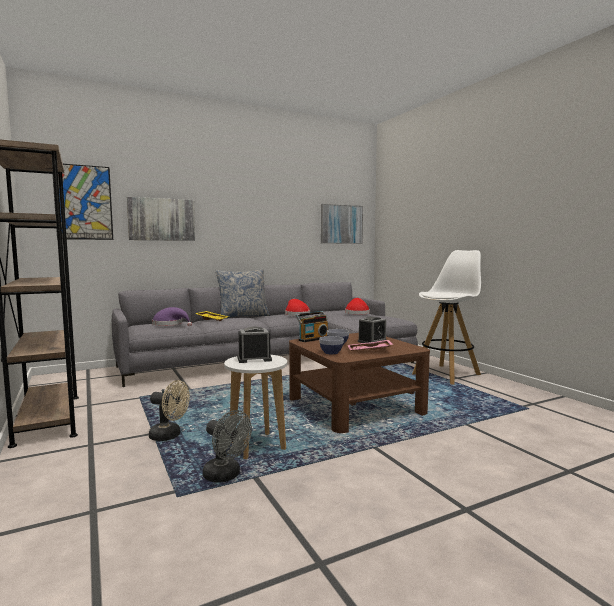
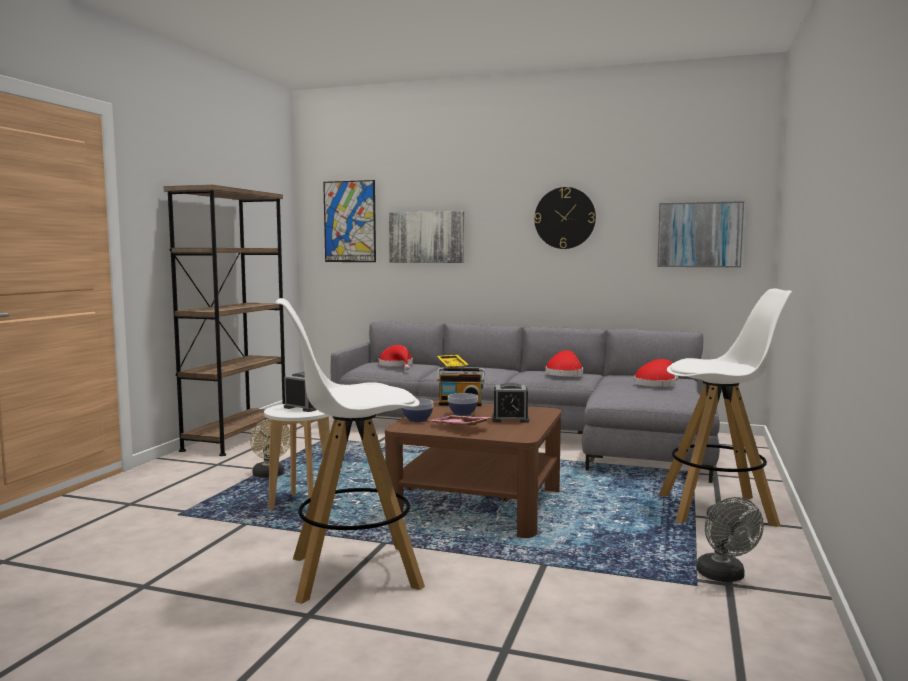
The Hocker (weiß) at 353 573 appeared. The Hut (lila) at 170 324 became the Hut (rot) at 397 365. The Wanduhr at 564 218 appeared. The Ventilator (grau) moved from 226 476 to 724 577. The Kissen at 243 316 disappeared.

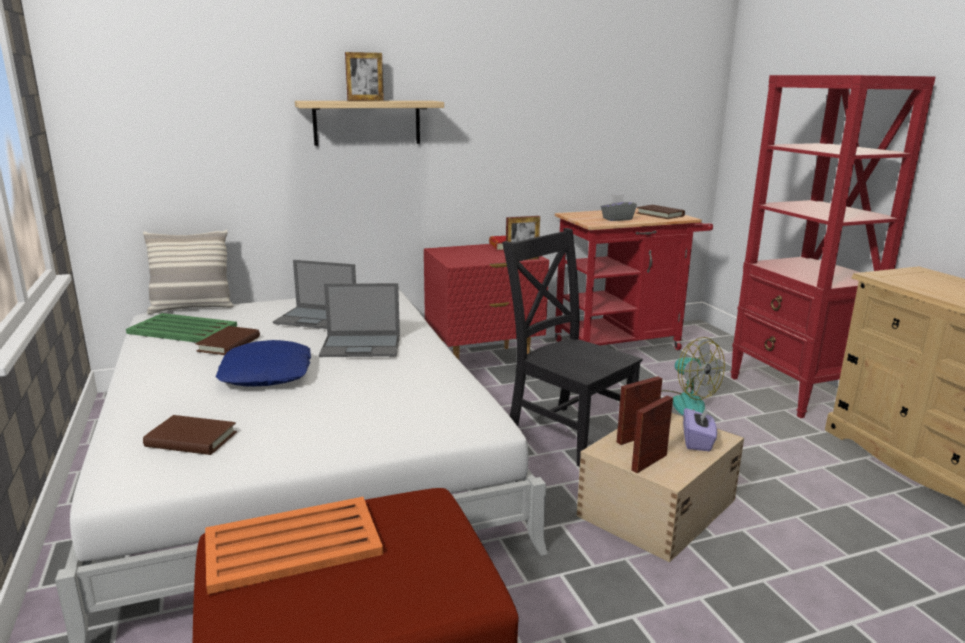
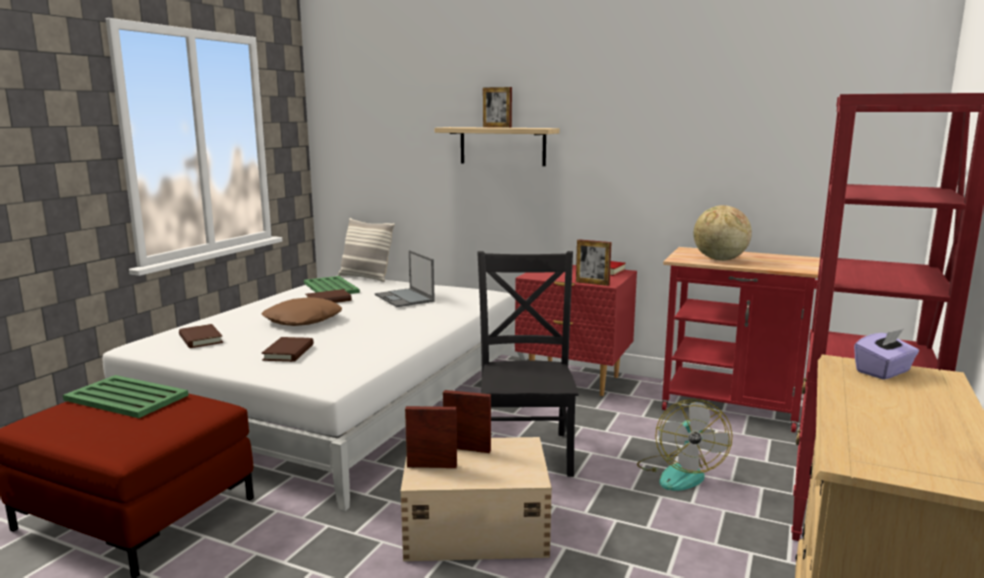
The Tablett (orange) at 291 544 became the Tablett (grün) at 126 397. The Buch (braun) moved from 660 214 to 288 352. The Kissen (blau) at 267 374 became the Kissen (braun) at 303 320. The Taschentuchbox (grau) at 617 219 was replaced by the Globus at 719 260. The Taschentuchbox (lila) moved from 697 442 to 883 372. The Laptop at 362 346 disappeared.

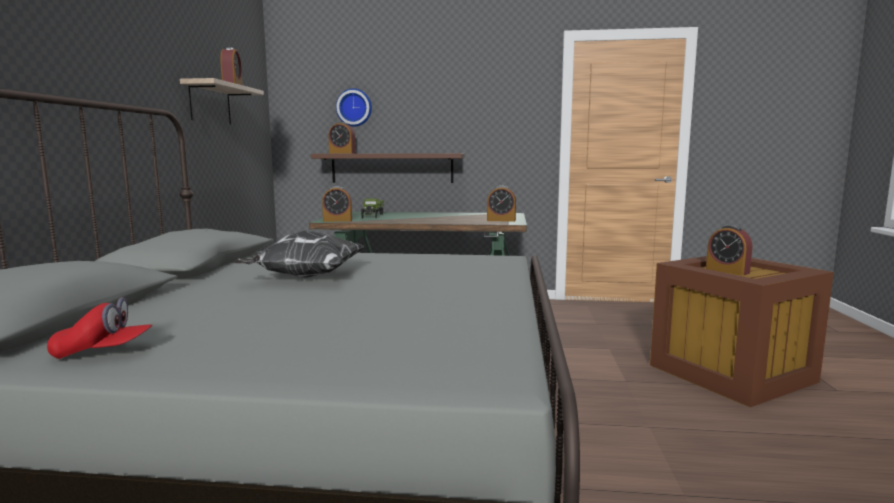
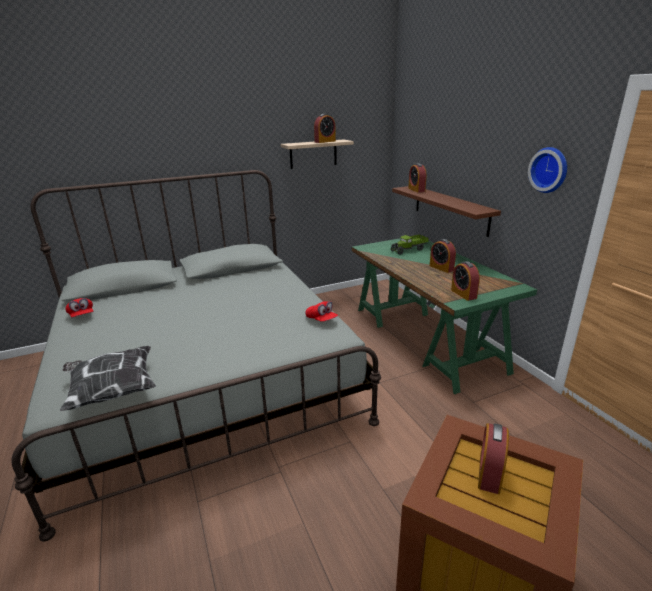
The Kissen moved from 305 277 to 112 391. The Kappe (rot) at 321 320 appeared. The Wecker moved from 337 220 to 441 268. The Wanduhr moved from 354 107 to 550 170.

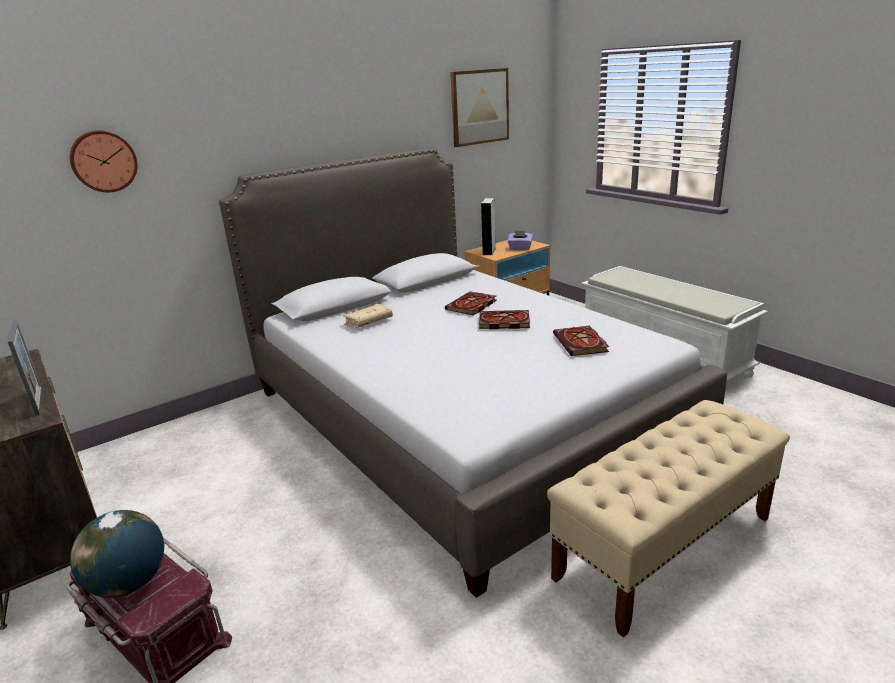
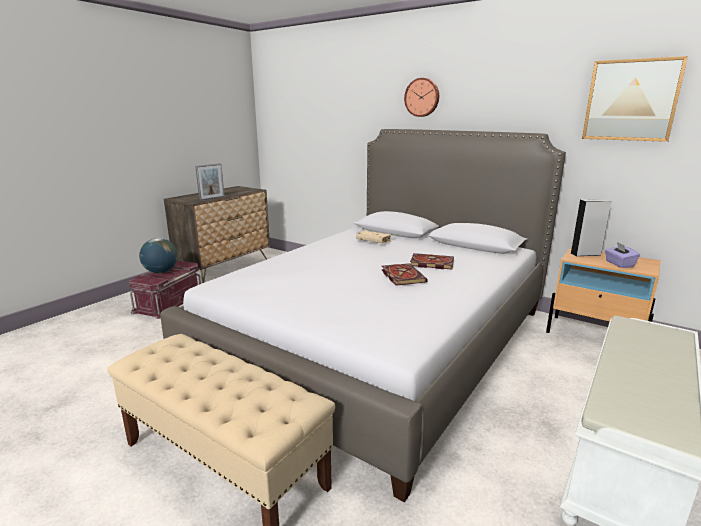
The Wanduhr moved from 103 161 to 422 97. The Buch at 582 344 disappeared.

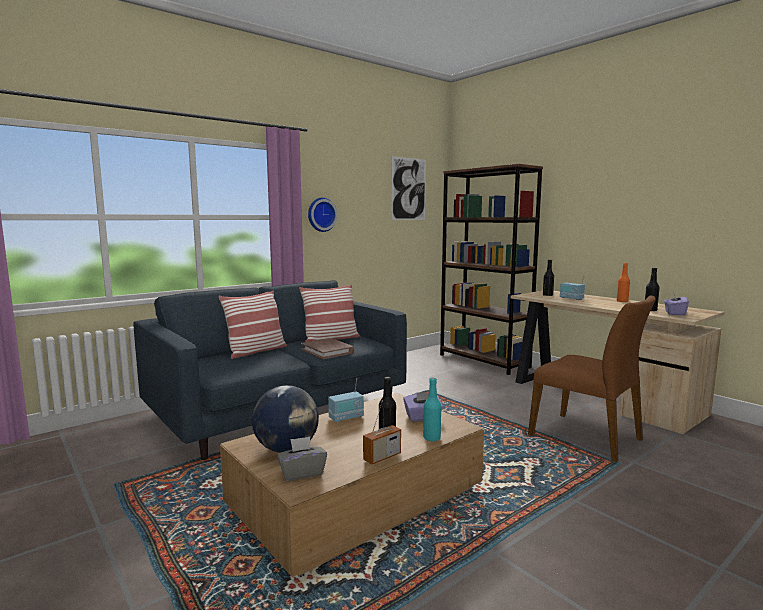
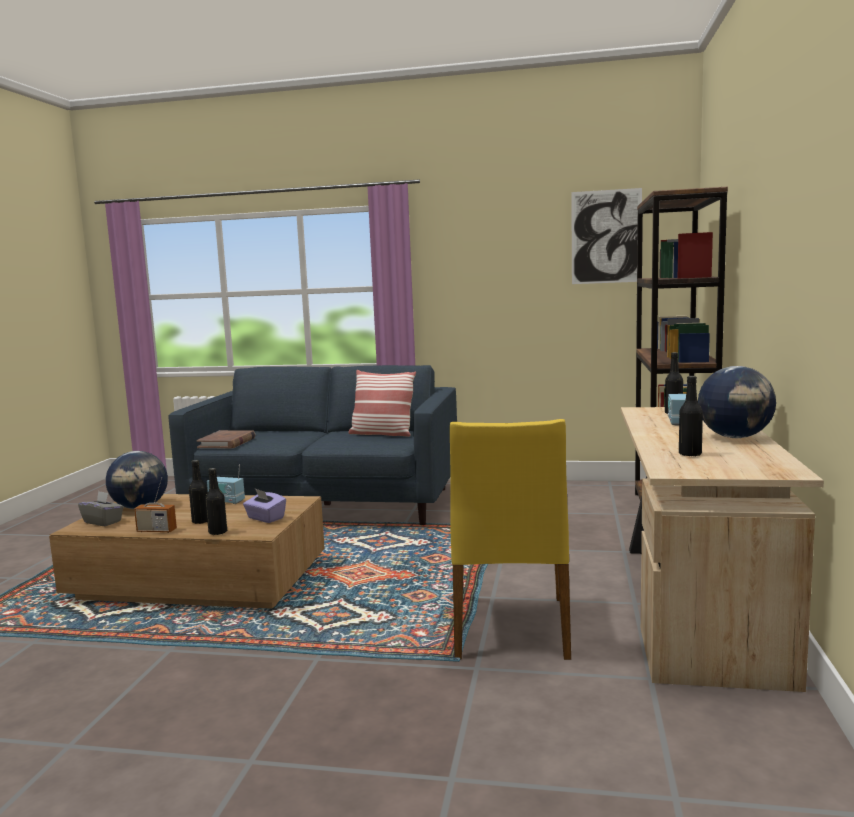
The Buch (braun) moved from 327 351 to 227 442. The Flasche (türkis) at 431 438 became the Flasche (schwarz) at 218 532. The Stuhl (braun) at 587 437 became the Stuhl (gelb) at 510 627. The Flasche (orange) at 622 301 was replaced by the Globus at 735 437. The Kissen at 256 351 disappeared. The Wanduhr at 321 214 disappeared. The Taschentuchbox (lila) at 674 313 disappeared.

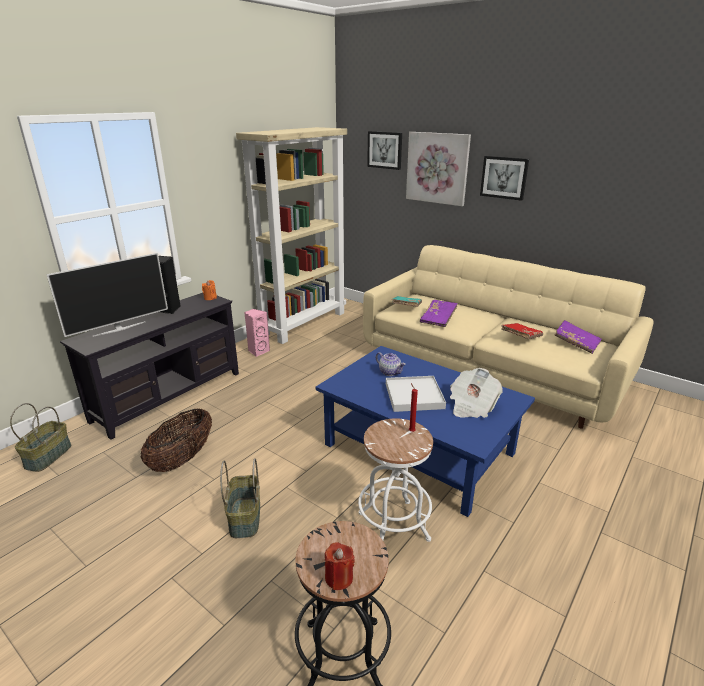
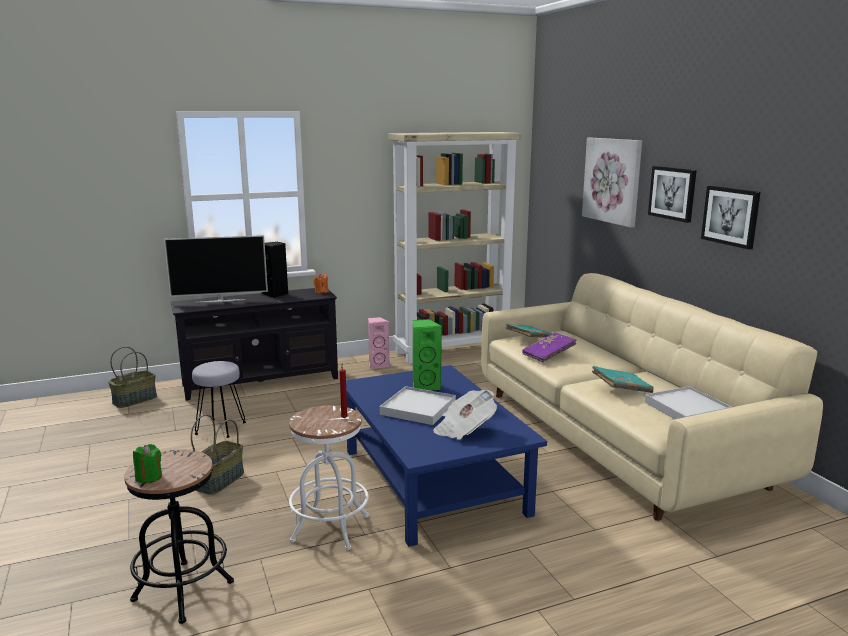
The Kerze (rot) at 339 578 became the Kerze (grün) at 149 477. The Korb at 182 459 was replaced by the Hocker (grau) at 221 428. The Teekanne at 390 372 was replaced by the Lautsprecher (grün) at 425 386. The Buch (rot) at 520 337 became the Buch (türkis) at 621 389. The Buch (lila) at 576 343 was replaced by the Tablett (weiß) at 686 408. The Bild moved from 385 150 to 731 216.

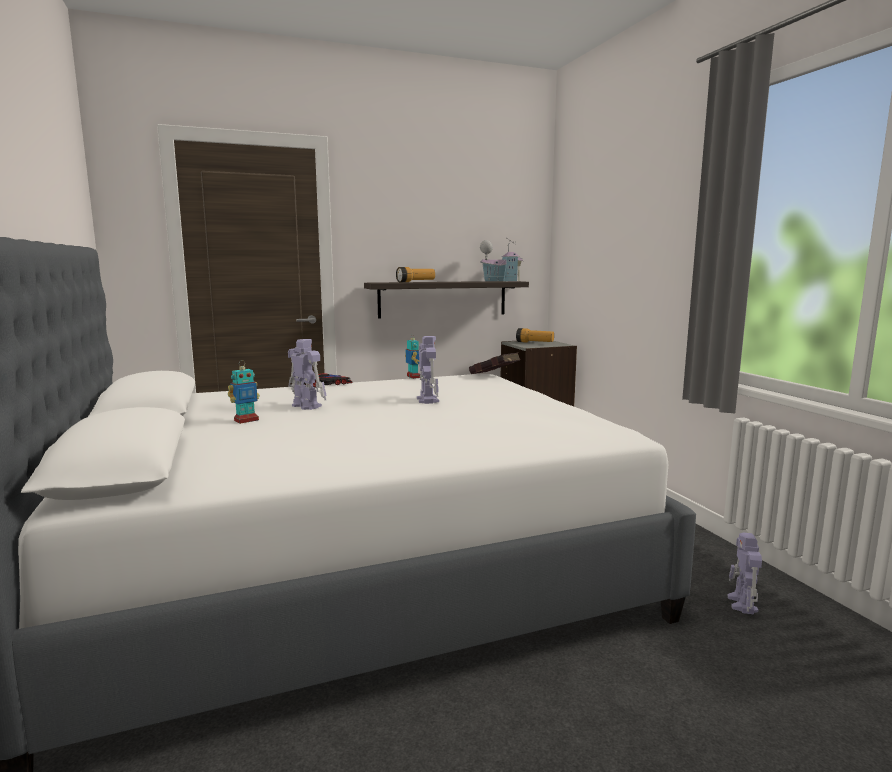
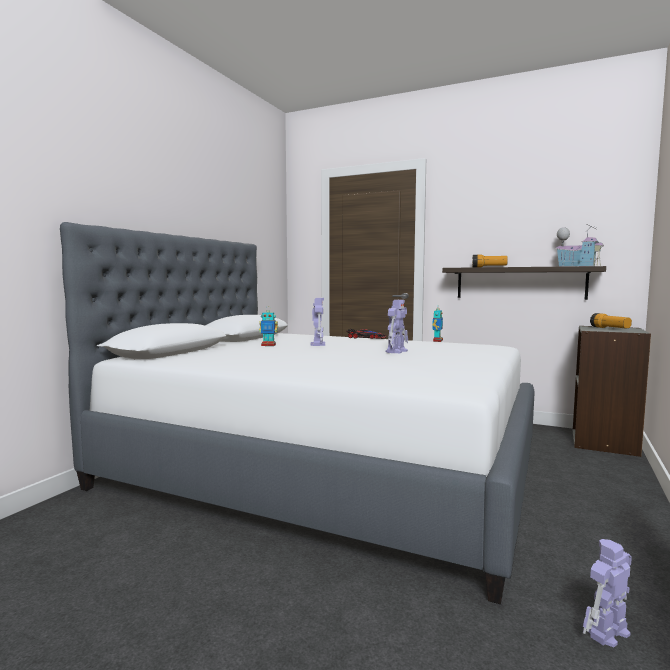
The Buch (rot) at 495 376 disappeared.

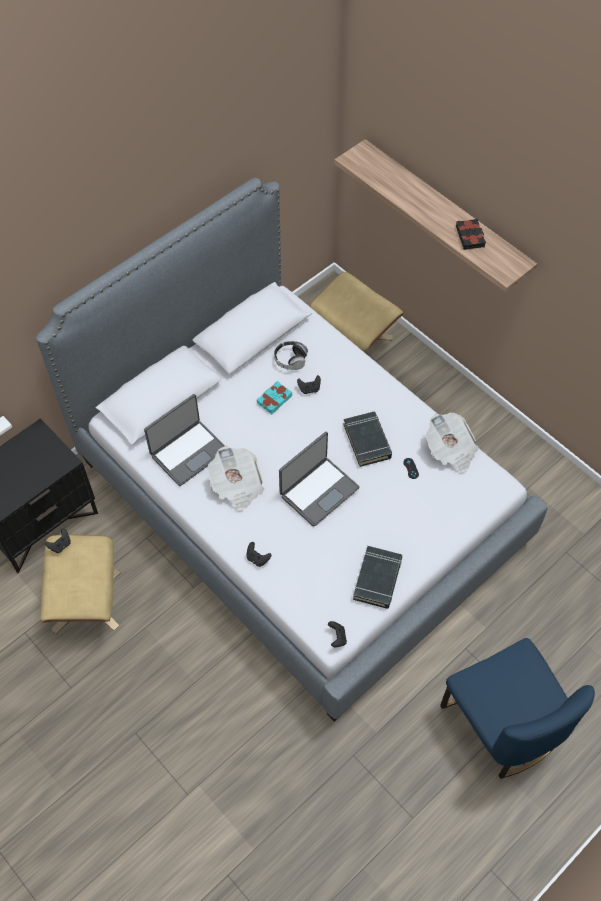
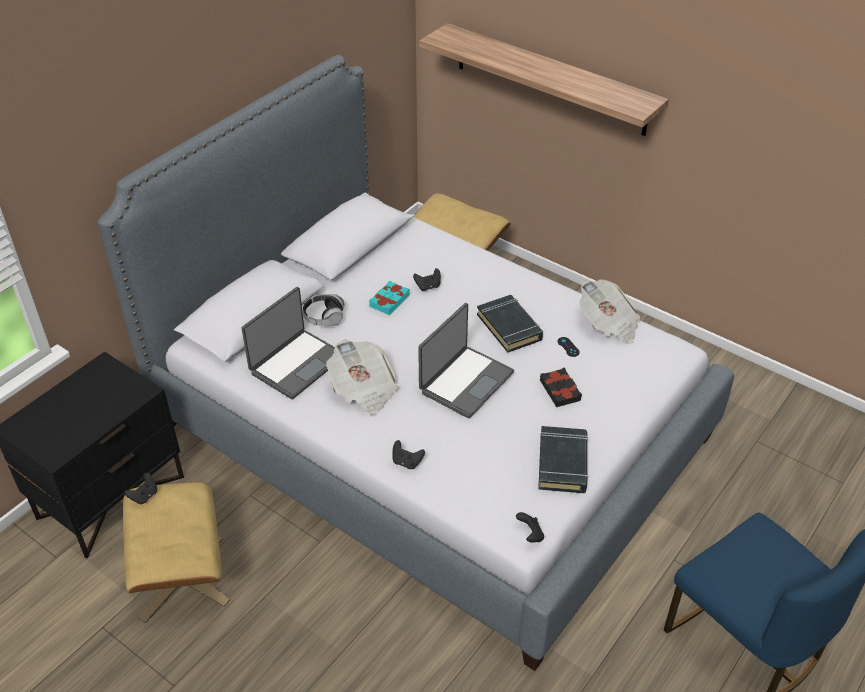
The Kopfhörer moved from 290 360 to 324 317. The Buch (schwarz) moved from 470 236 to 560 390.

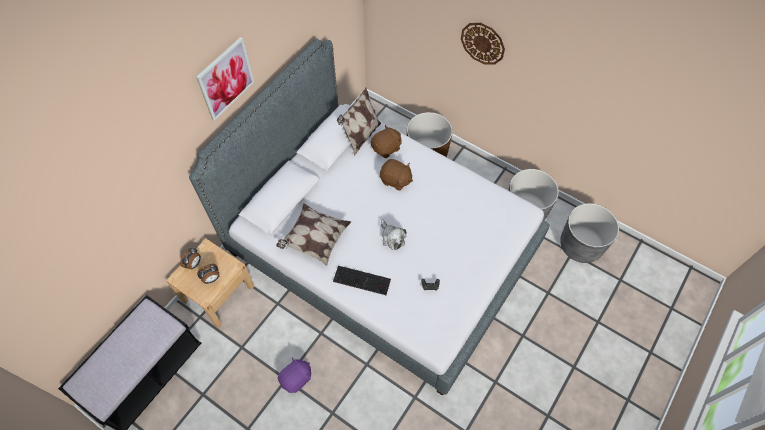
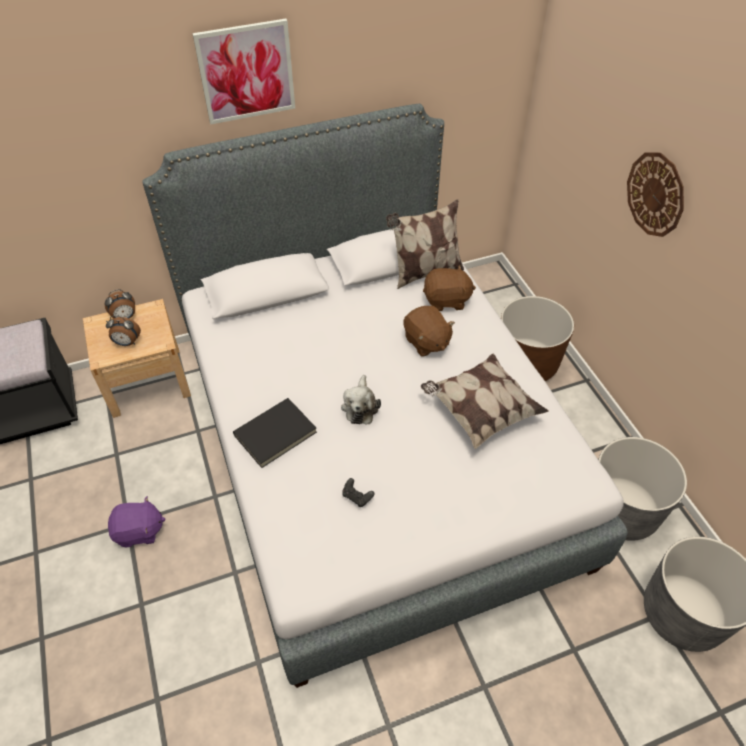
The Tastatur at 362 280 was replaced by the Buch (schwarz) at 276 434. The Kissen moved from 315 239 to 480 411.

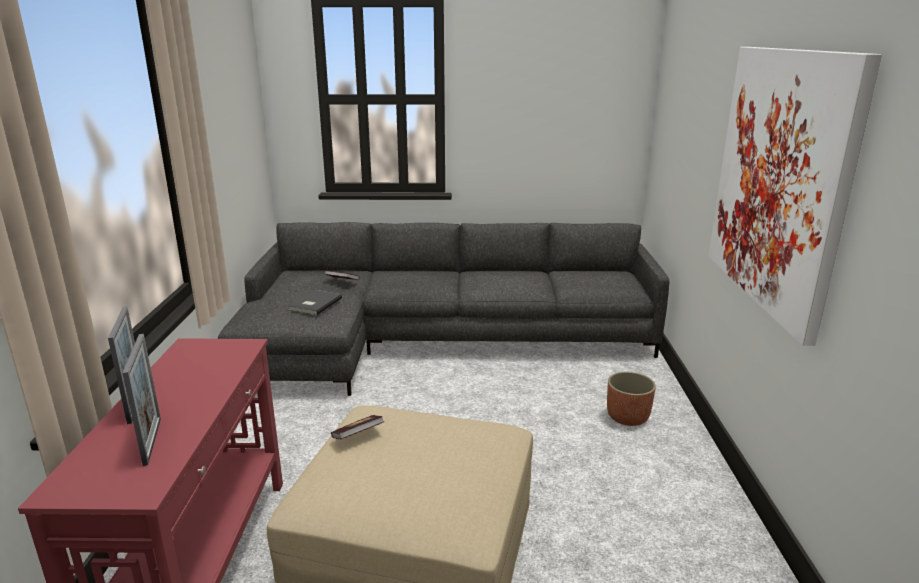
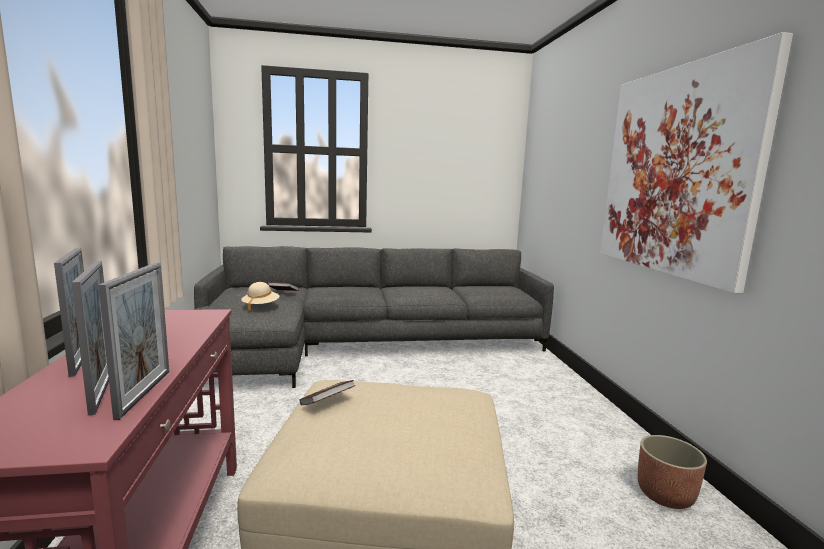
The Bilderrahmen at 144 393 appeared. The Buch (grau) at 314 304 was replaced by the Hut (beige) at 260 306. The Pflanzkübel moved from 628 417 to 665 495.

